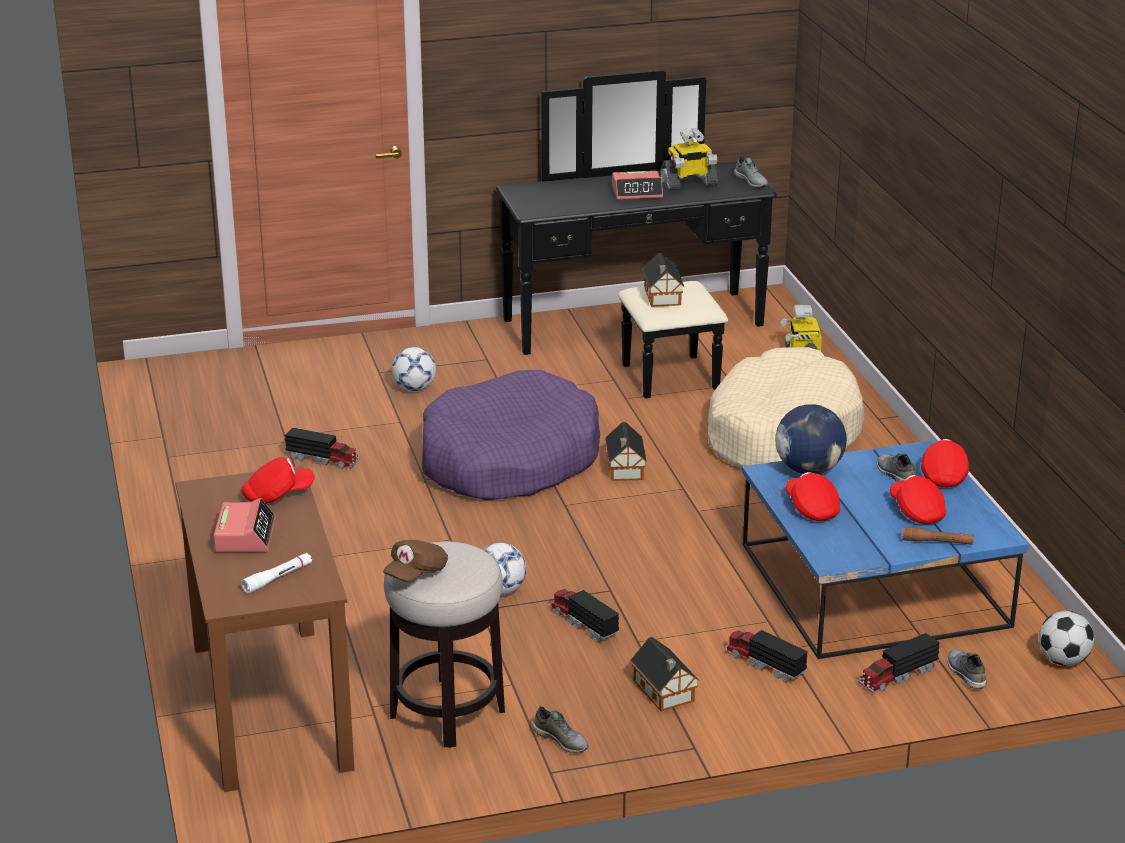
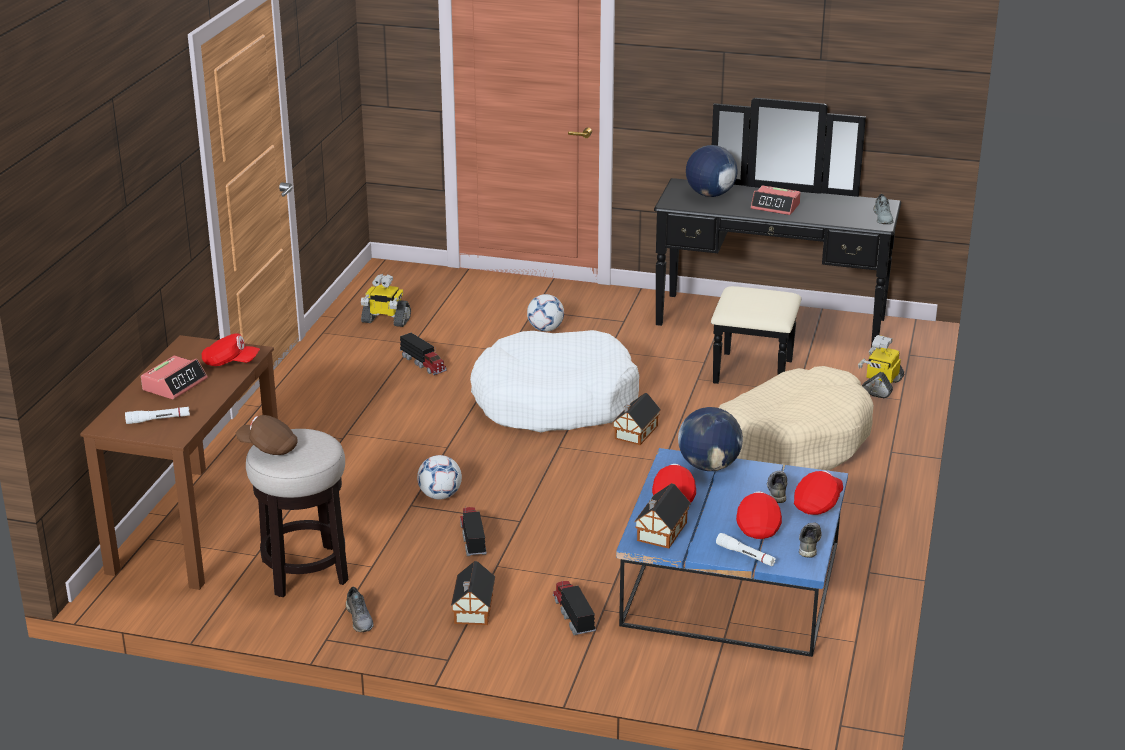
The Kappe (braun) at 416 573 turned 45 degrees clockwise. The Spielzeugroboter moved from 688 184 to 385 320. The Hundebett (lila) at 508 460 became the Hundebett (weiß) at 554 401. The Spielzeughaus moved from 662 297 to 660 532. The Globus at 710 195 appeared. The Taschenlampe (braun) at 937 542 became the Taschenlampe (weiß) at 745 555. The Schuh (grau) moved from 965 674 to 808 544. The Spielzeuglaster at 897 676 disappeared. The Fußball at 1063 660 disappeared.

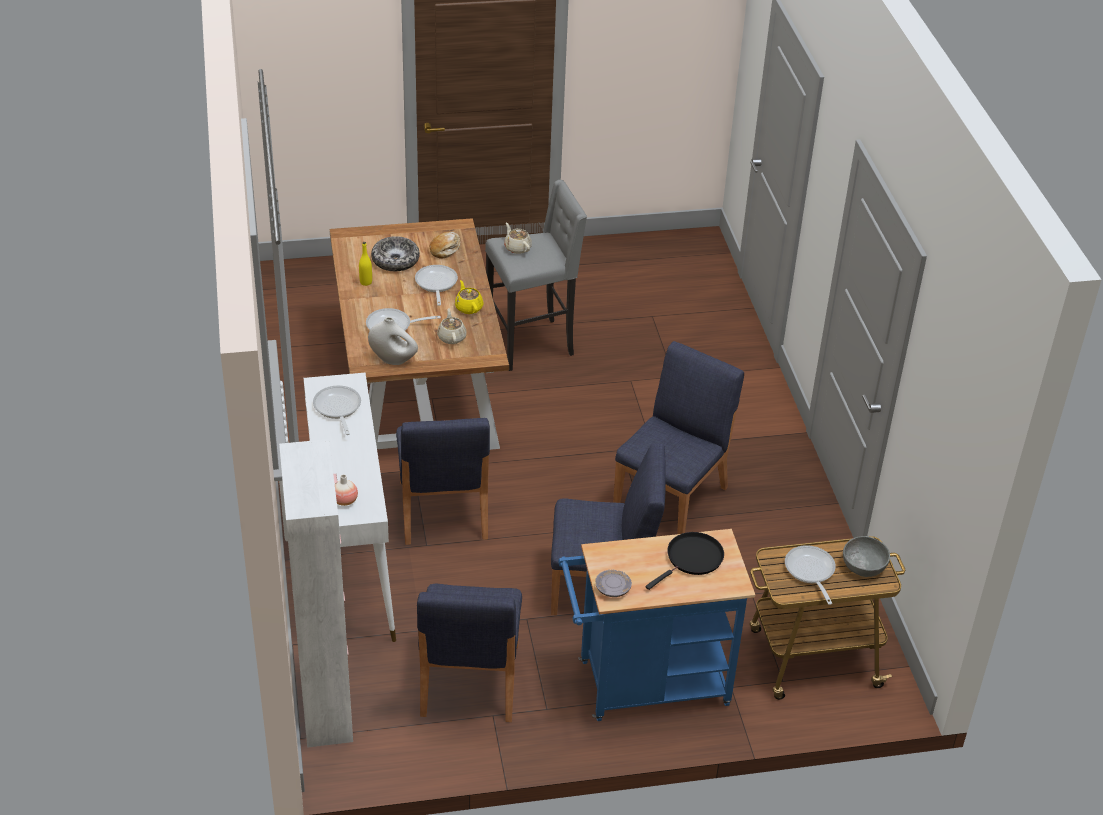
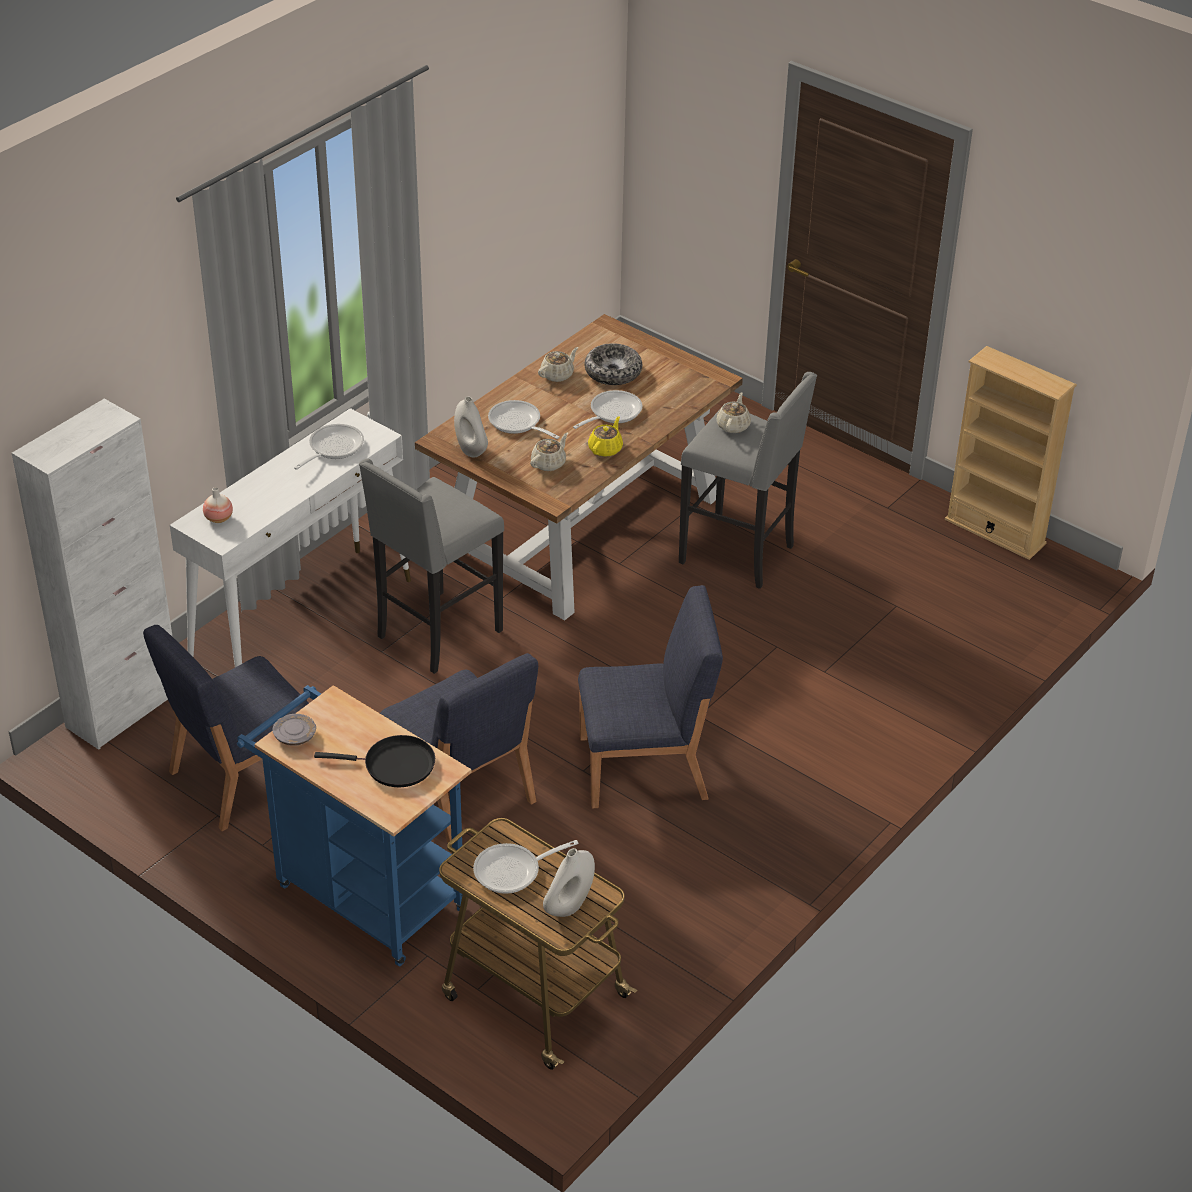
The Stuhl (blau) at 442 511 was replaced by the Hocker (grau) at 436 635. The Pfanne at 810 572 turned 150 degrees counterclockwise. The Flasche (gelb) at 366 282 was replaced by the Teekanne (beige) at 557 375. The Schüssel (grau) at 864 566 was replaced by the Vase (weiß) at 568 906. The Bücherregal (beige) at 995 531 appeared. The Brot at 445 249 disappeared.

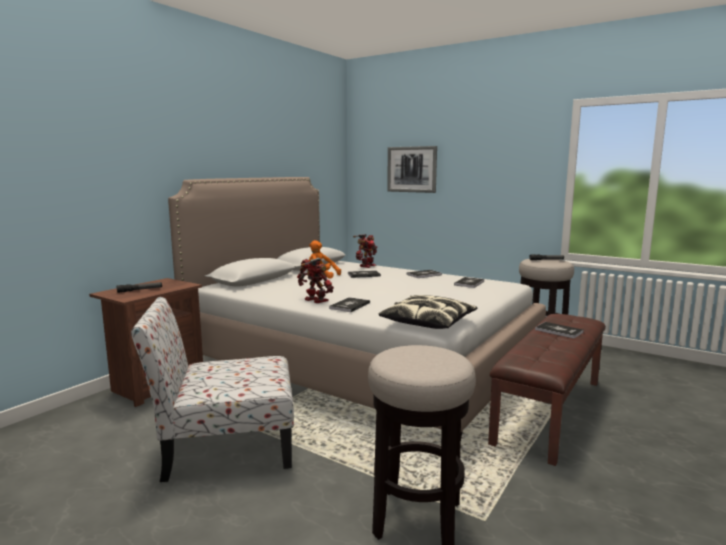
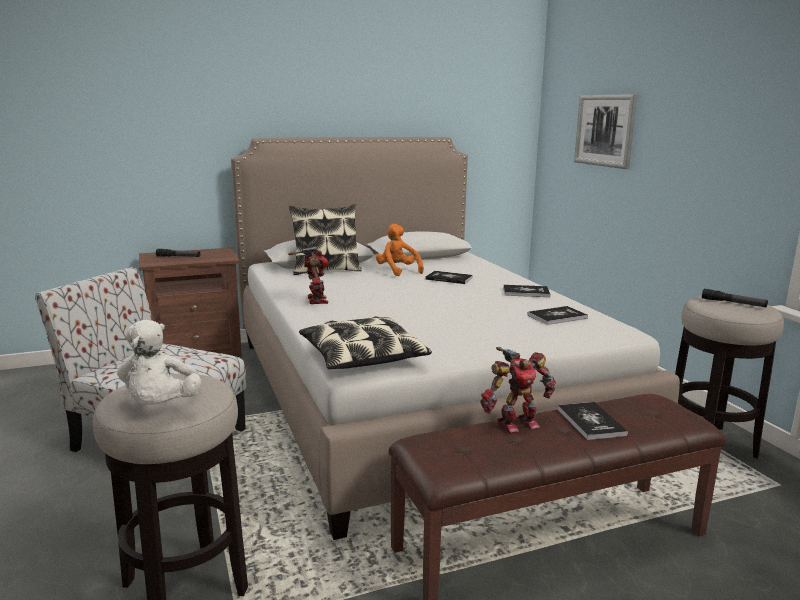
The Plüschtier (weiß) at 161 407 appeared. The Kissen at 326 270 appeared. The Spielzeugroboter moved from 366 266 to 516 423. The Buch at 350 305 disappeared.

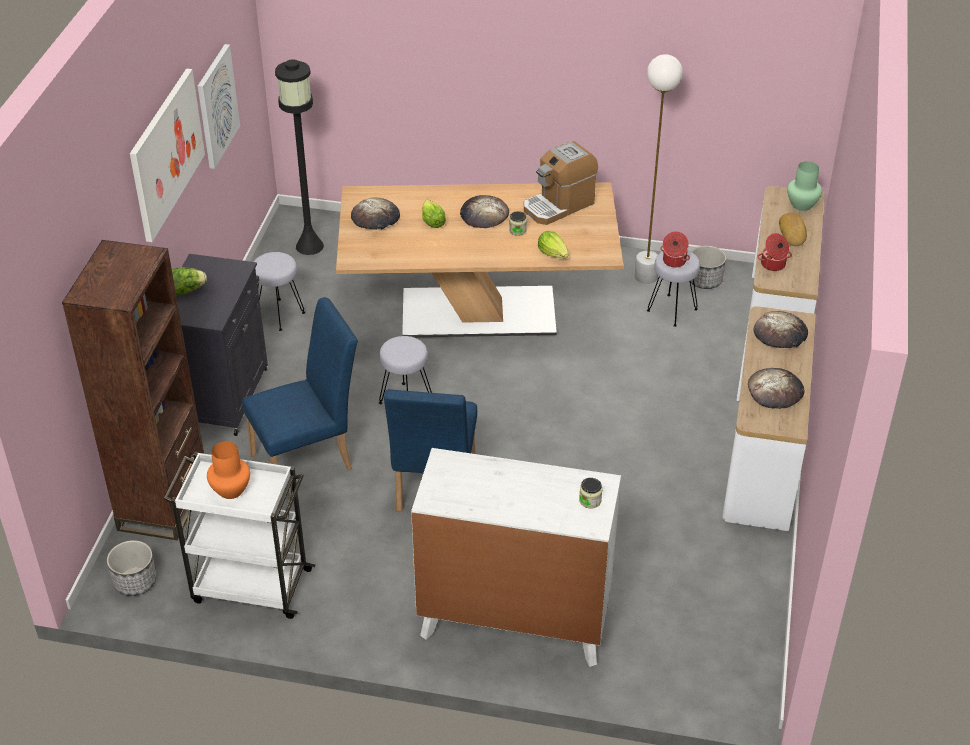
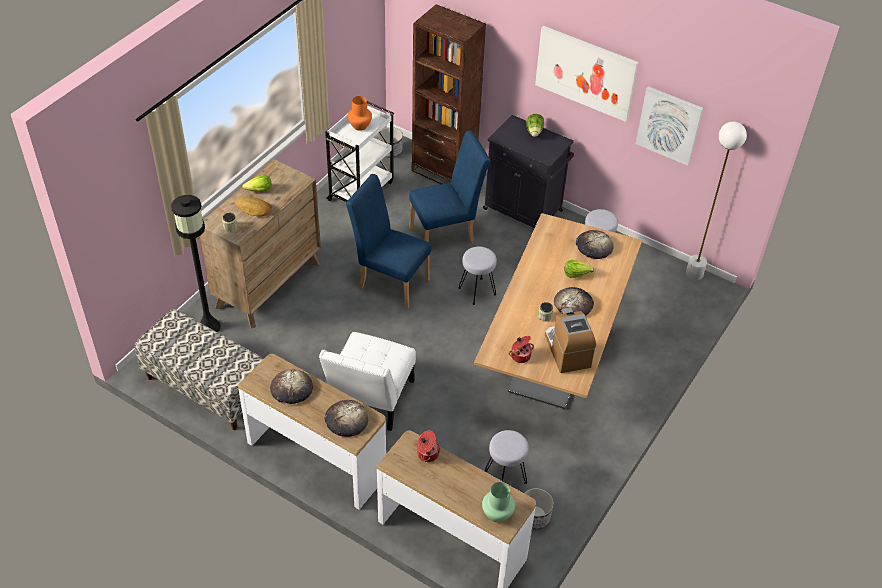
The Bank at 206 388 appeared. The Stehlampe (schwarz) moved from 309 246 to 209 327. The Kommode (weiß) at 514 620 became the Kommode (braun) at 268 285. The Brot moved from 793 233 to 254 209. The Salatkopf moved from 553 253 to 259 190. The Stuhl (weiß) at 370 400 appeared. The Stuhl (blau) at 309 459 turned 105 degrees counterclockwise. The Kochtopf moved from 673 261 to 520 355. The Stehlampe (weiß) moved from 646 277 to 694 274.

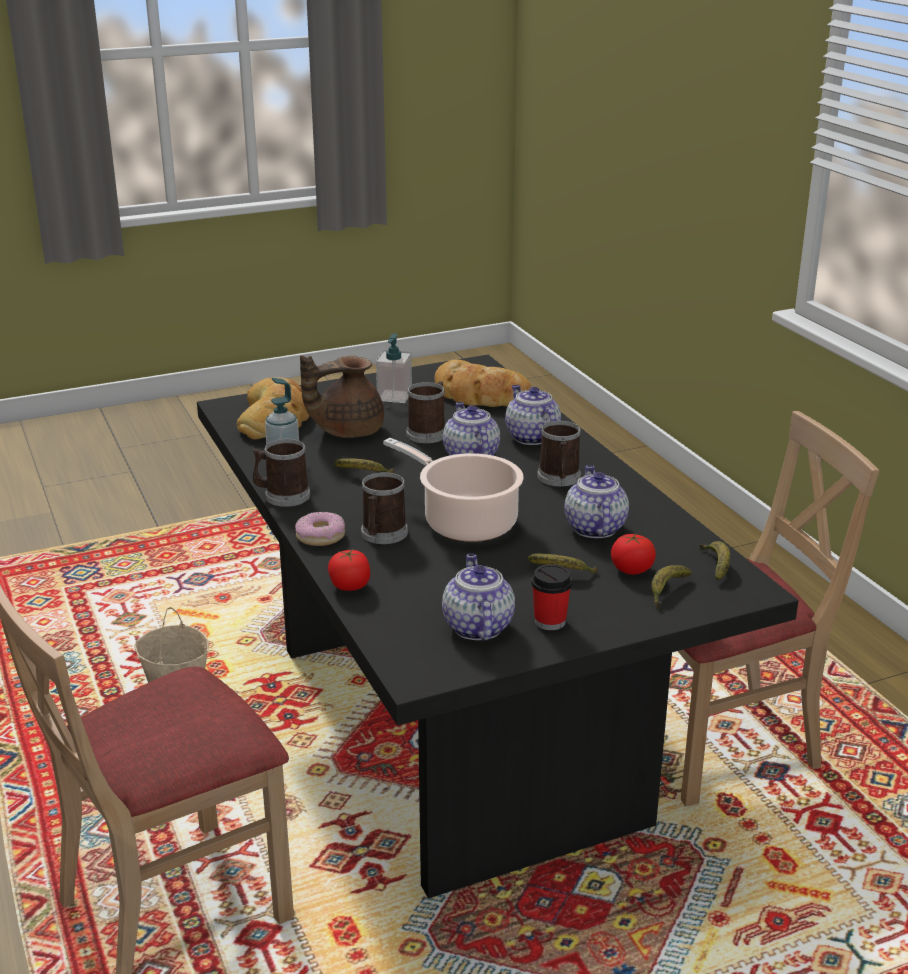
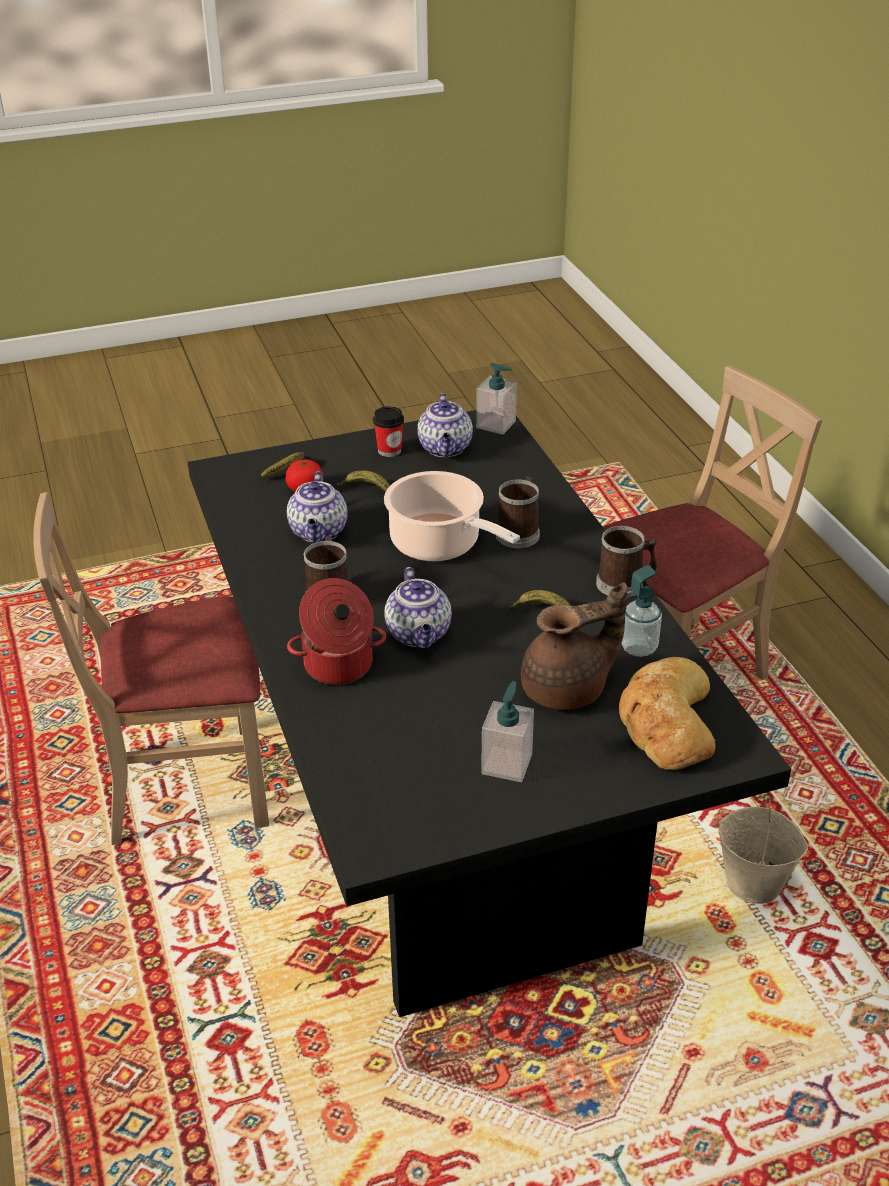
The Teekanne at 531 437 was replaced by the Kochtopf at 338 666. The Seifenspender at 496 424 appeared. The Donut at 320 536 disappeared. The Tomate at 350 586 disappeared. The Henkelbecher at 429 433 disappeared. The Brot at 479 395 disappeared. The Banane at 716 566 disappeared.

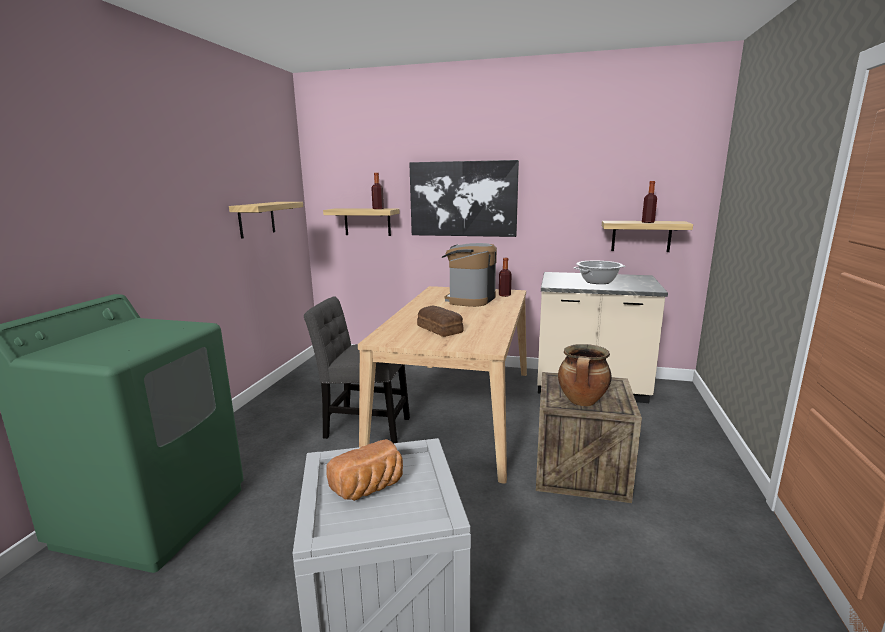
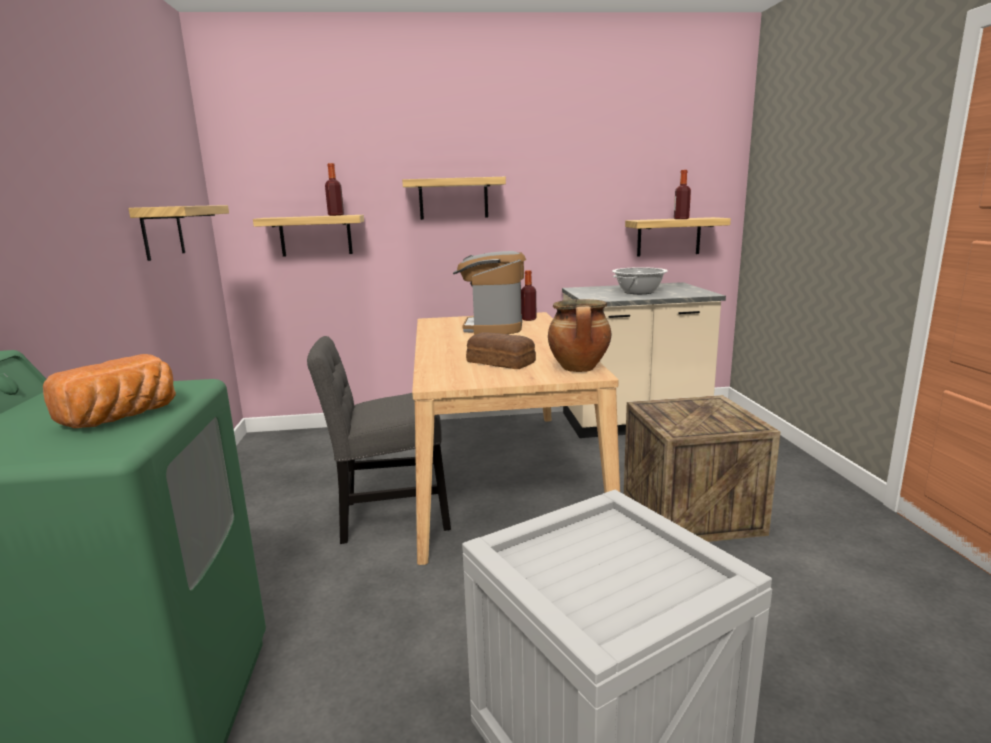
The Brot moved from 370 488 to 124 417. The Bild at 463 199 was replaced by the Wandregal at 453 199. The Kochtopf moved from 582 402 to 579 369.

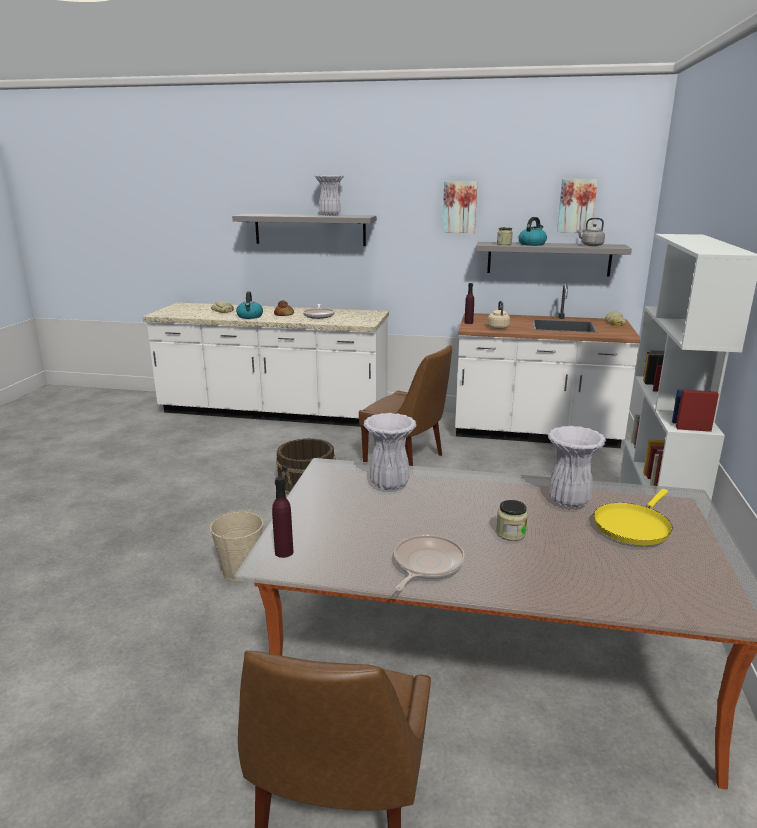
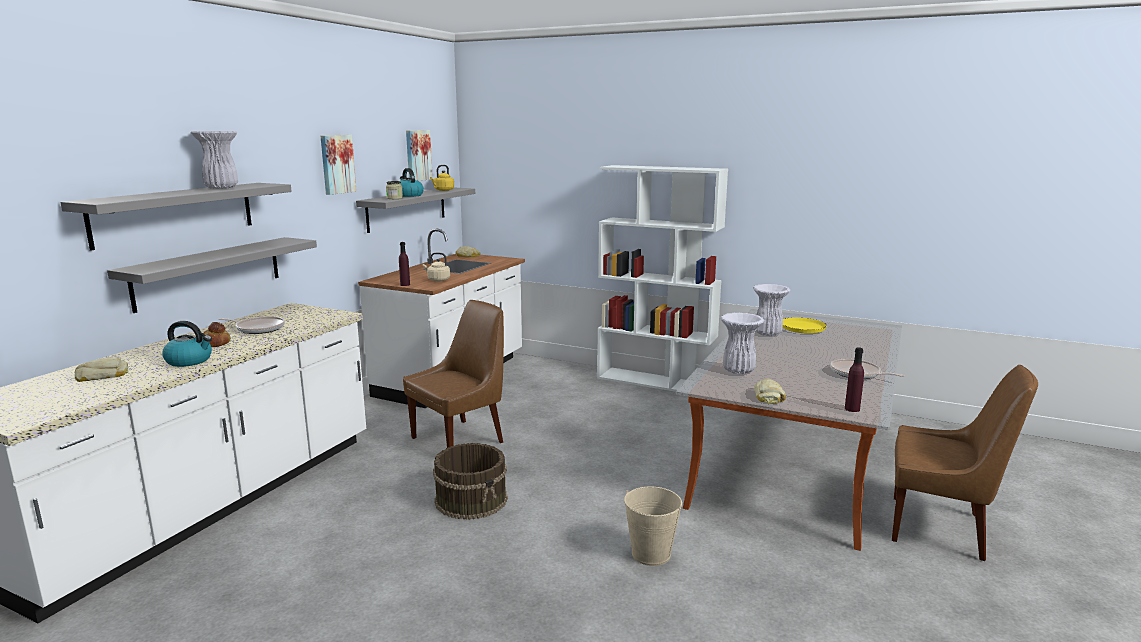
The Wandregal (grau) at 209 272 appeared. The Wasserkessel (grau) at 590 245 became the Wasserkessel (gelb) at 443 190. The Brot at 769 396 appeared. The Vorratsglas at 510 533 disappeared.

